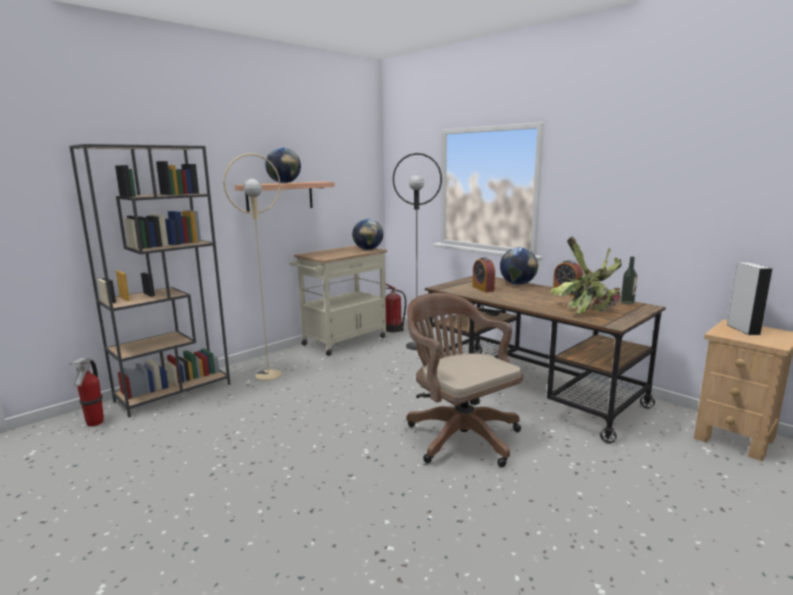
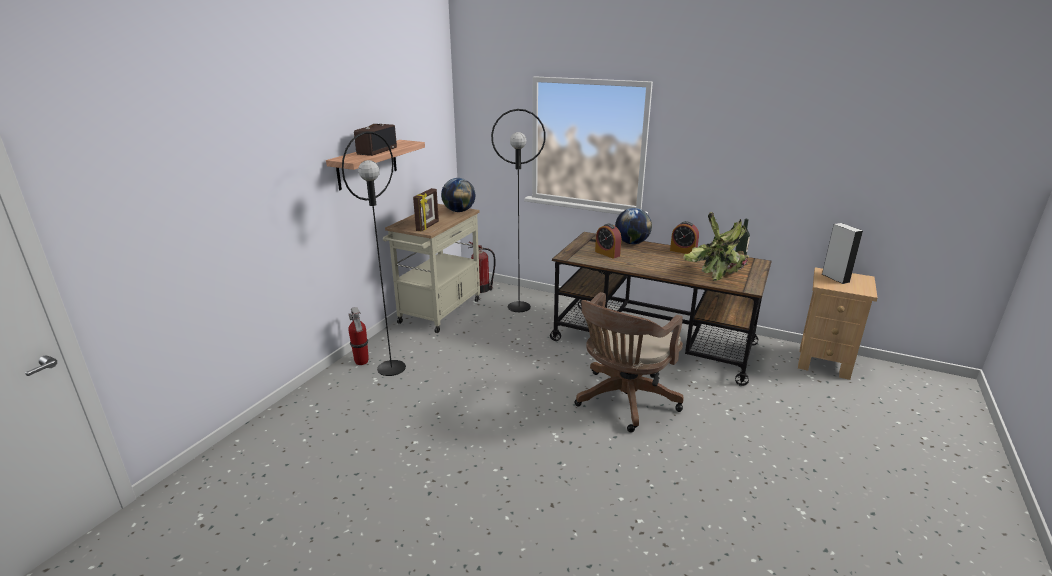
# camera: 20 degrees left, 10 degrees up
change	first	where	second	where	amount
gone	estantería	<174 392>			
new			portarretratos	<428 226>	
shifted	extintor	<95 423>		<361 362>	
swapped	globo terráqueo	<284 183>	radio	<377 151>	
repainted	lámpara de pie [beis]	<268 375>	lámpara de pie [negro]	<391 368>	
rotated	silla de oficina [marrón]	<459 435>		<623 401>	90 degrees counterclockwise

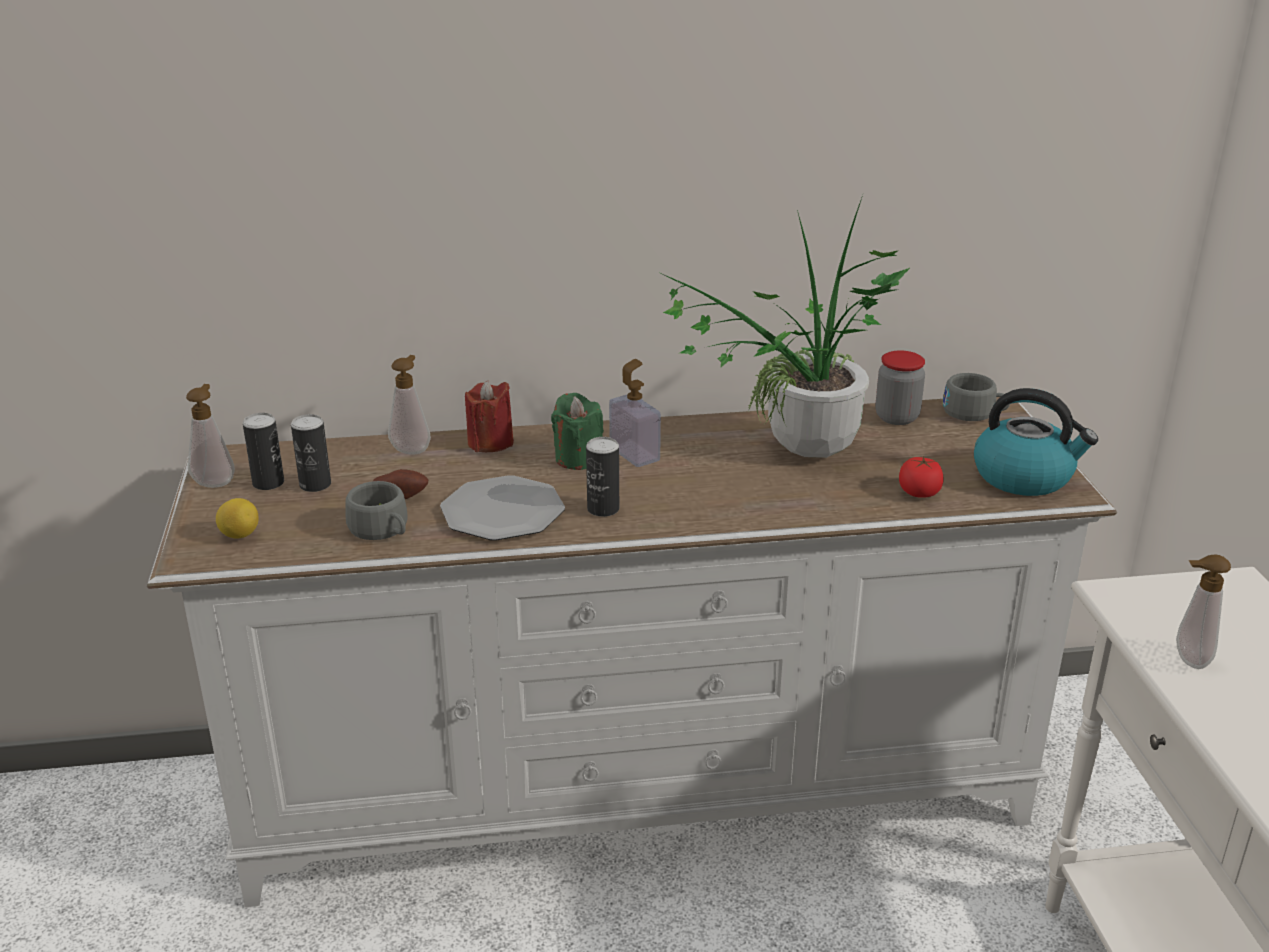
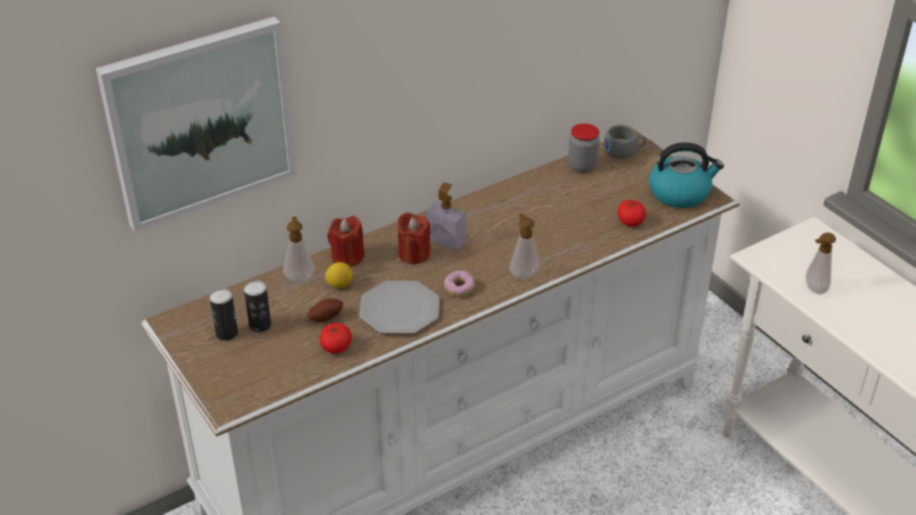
# camera: 25 degrees left, 10 degrees up
change	first	where	second	where	amount
gone	planta en maceta	<797 455>			
new			cuadro	<200 122>	
shifted	dispensador de jabón	<215 482>		<523 274>	
shifted	limón	<240 535>		<339 285>	
swapped	taza [gris]	<382 530>	tomate	<336 347>	
swapped	lata	<603 509>	rosquilla	<459 289>	
repainted	vela [verde]	<578 458>	vela [rojo]	<414 254>	

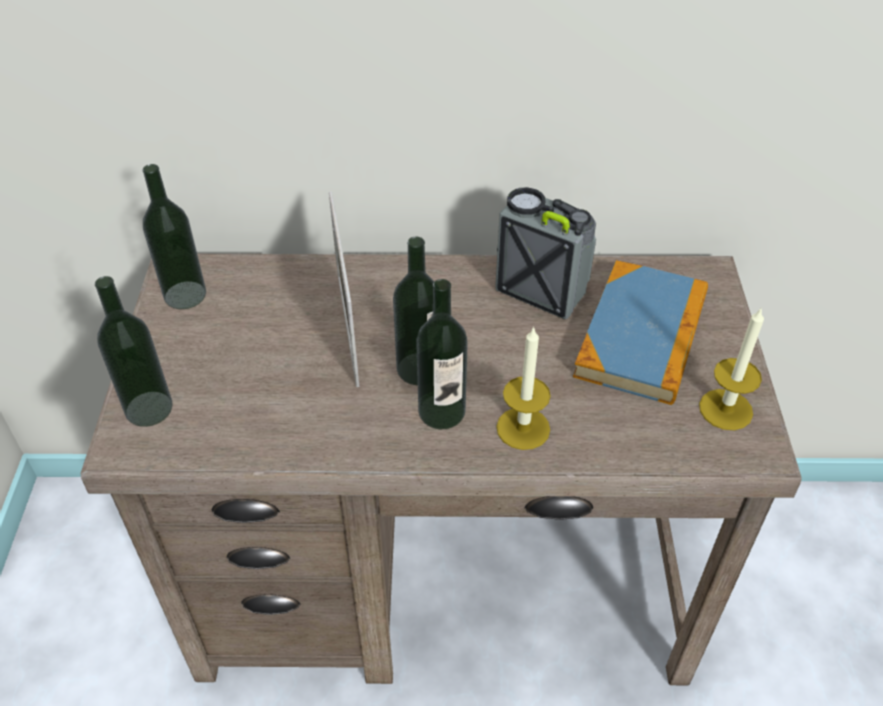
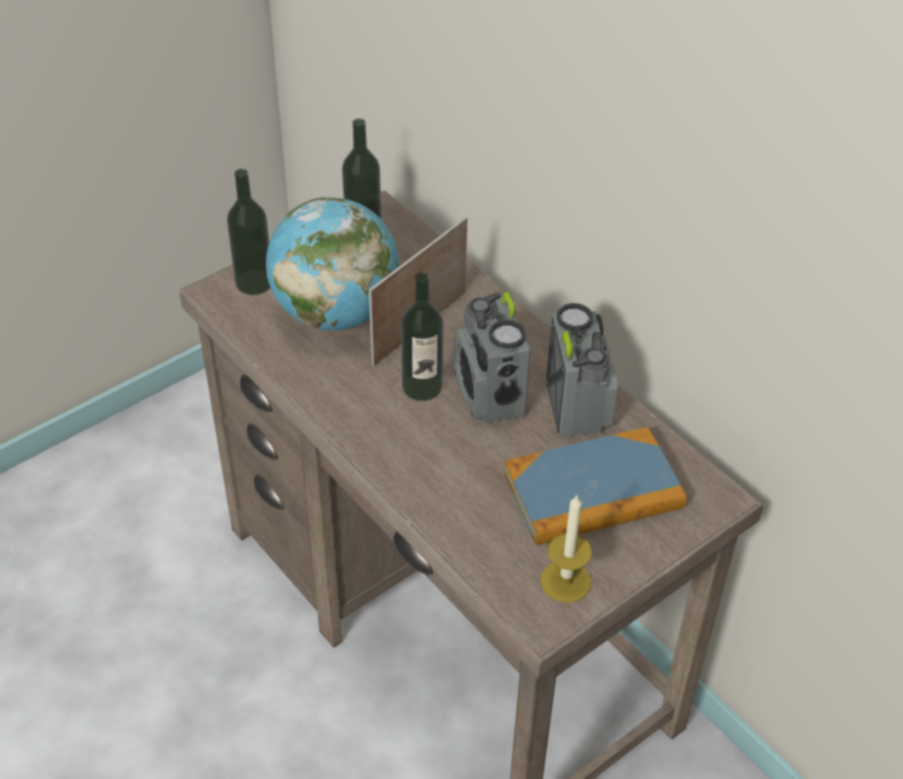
# camera: 50 degrees right, 0 degrees up
change	first	where	second	where	amount
gone	botella	<441 411>			
gone	vela	<523 428>			
new			globo terráqueo	<335 313>	
new			radio	<489 396>	

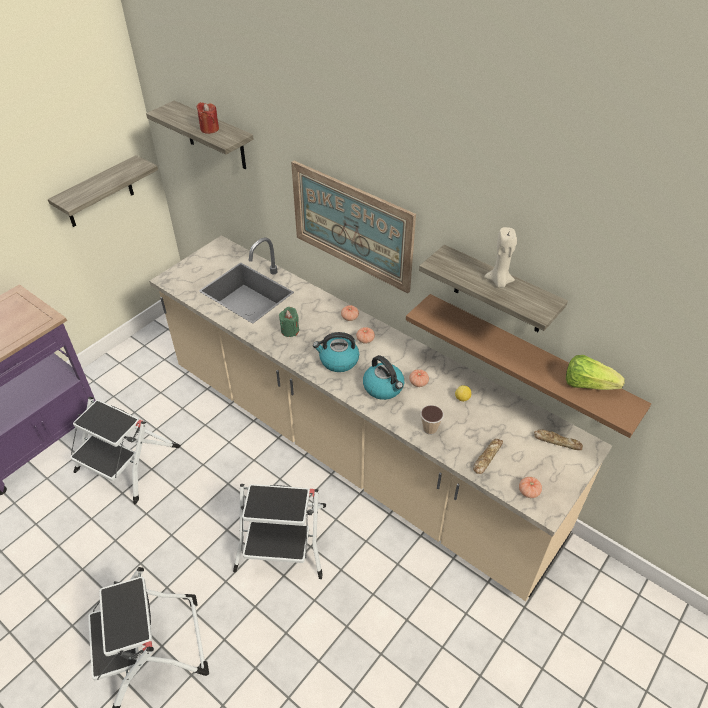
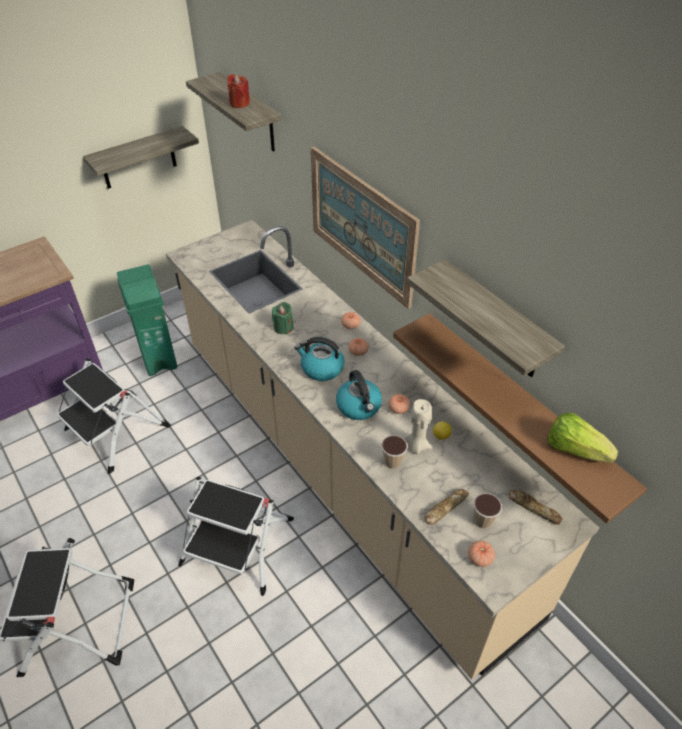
# camera: 15 degrees right, 0 degrees up
change	first	where	second	where	amount
new			papelera [verde]	<158 356>	
new			taza	<483 521>	
shifted	vela [beis]	<499 282>		<417 446>	

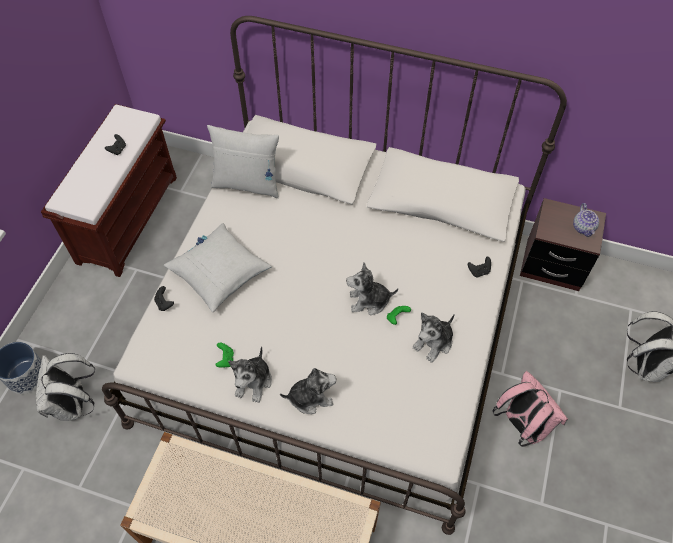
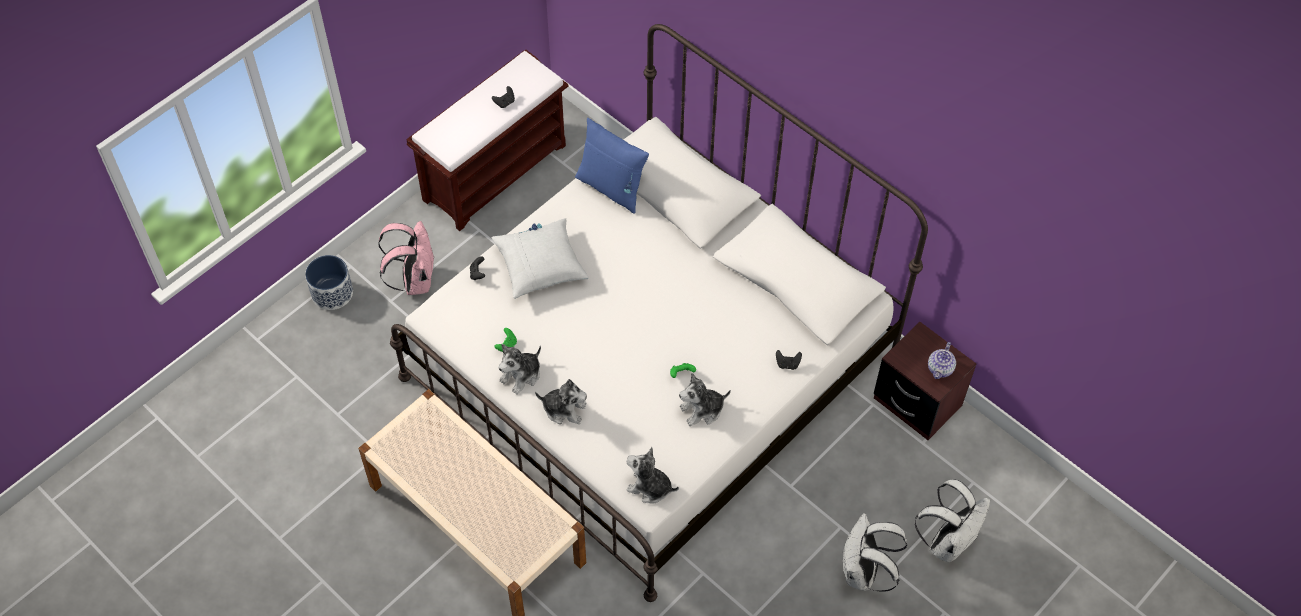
# camera: 25 degrees right, 0 degrees up
change	first	where	second	where	amount
shifted	mochila [blanco]	<74 404>		<863 573>	
shifted	peluche	<369 301>		<650 487>	
shifted	mochila [rosa]	<521 425>		<415 280>	
repainted	cojín [gris]	<247 185>	cojín [azul]	<611 188>	

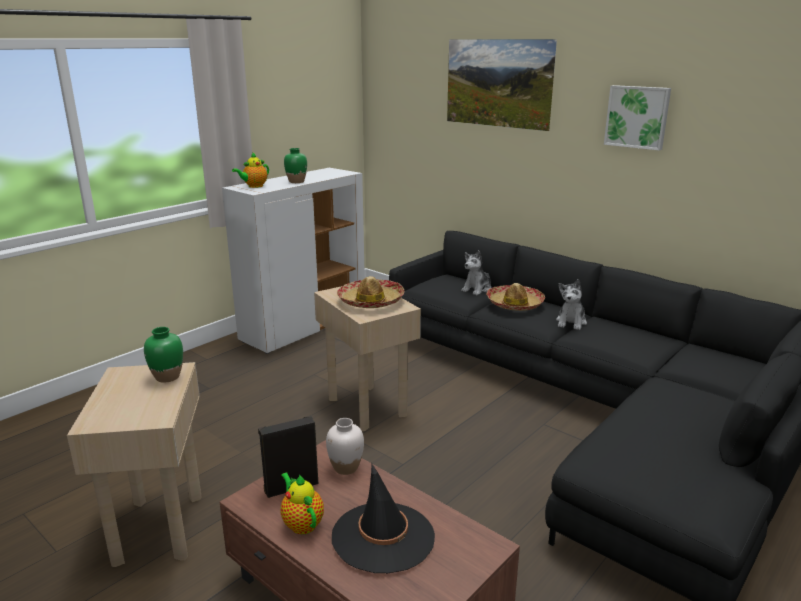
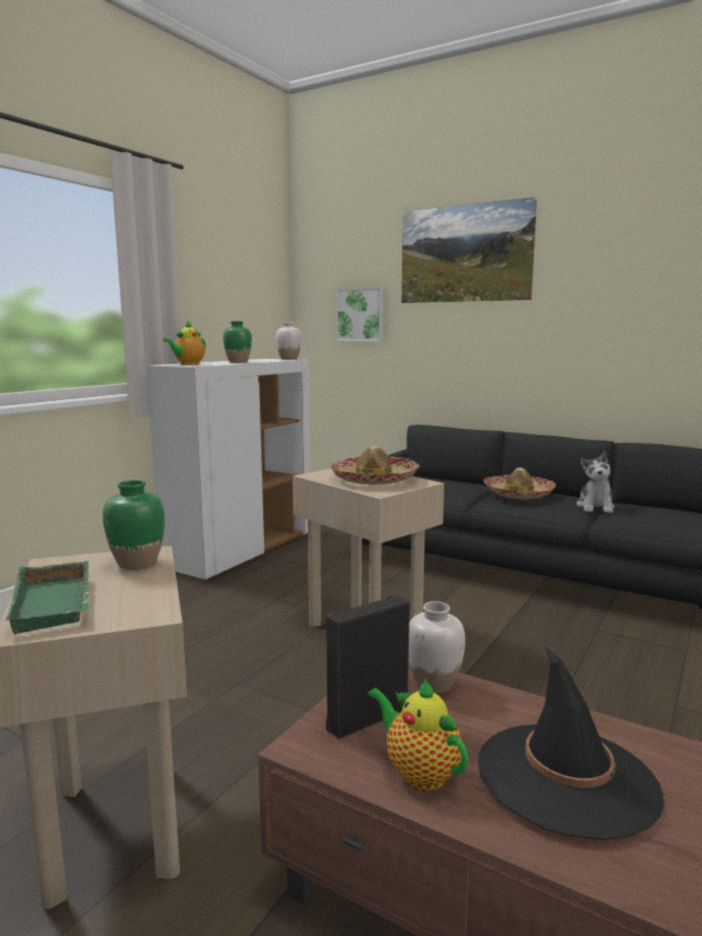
# camera: 10 degrees left, 10 degrees down
change	first	where	second	where	amount
gone	peluche	<477 289>			
new			bandeja [verde]	<57 604>	
new			florero [blanco]	<289 359>	
shifted	cuadro	<637 117>		<361 315>	

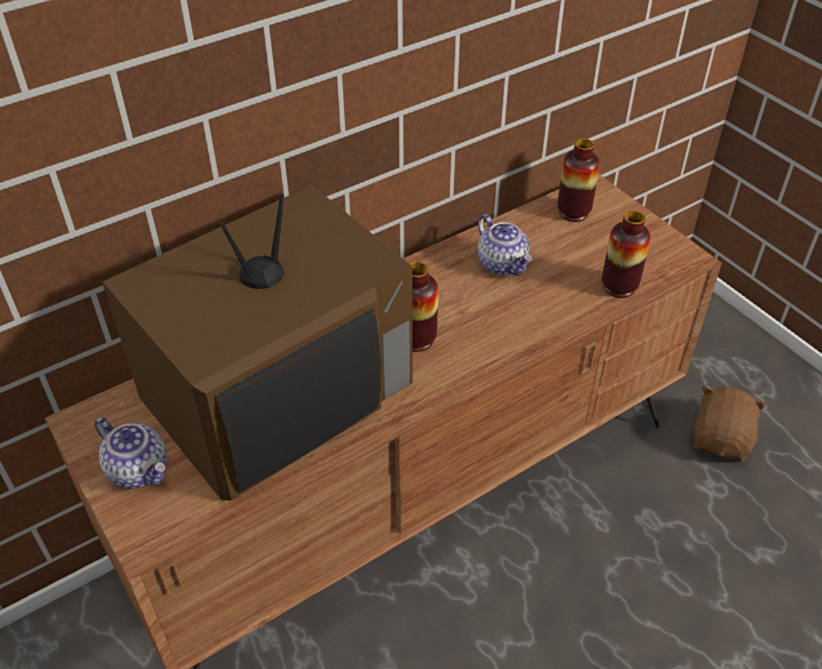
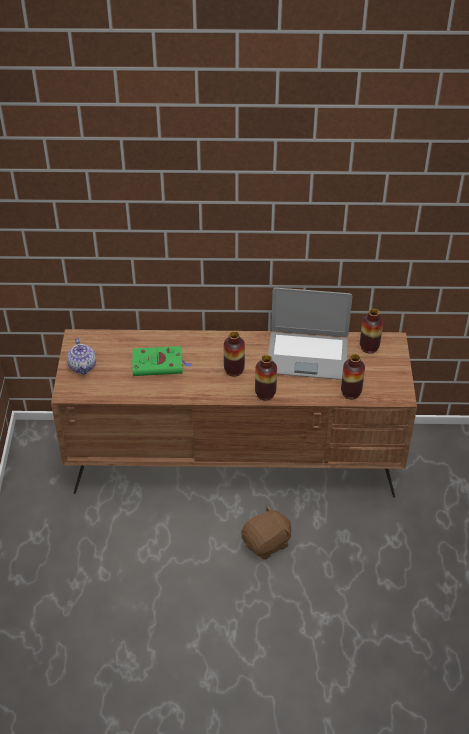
# camera: 35 degrees right, 0 degrees up
change	first	where	second	where	amount
new			florero	<265 394>	
shifted	peluche [marrón]	<721 440>		<267 543>	
swapped	televisor	<281 392>	libro [verde]	<159 364>	
swapped	tetera	<503 264>	portátil	<307 356>	

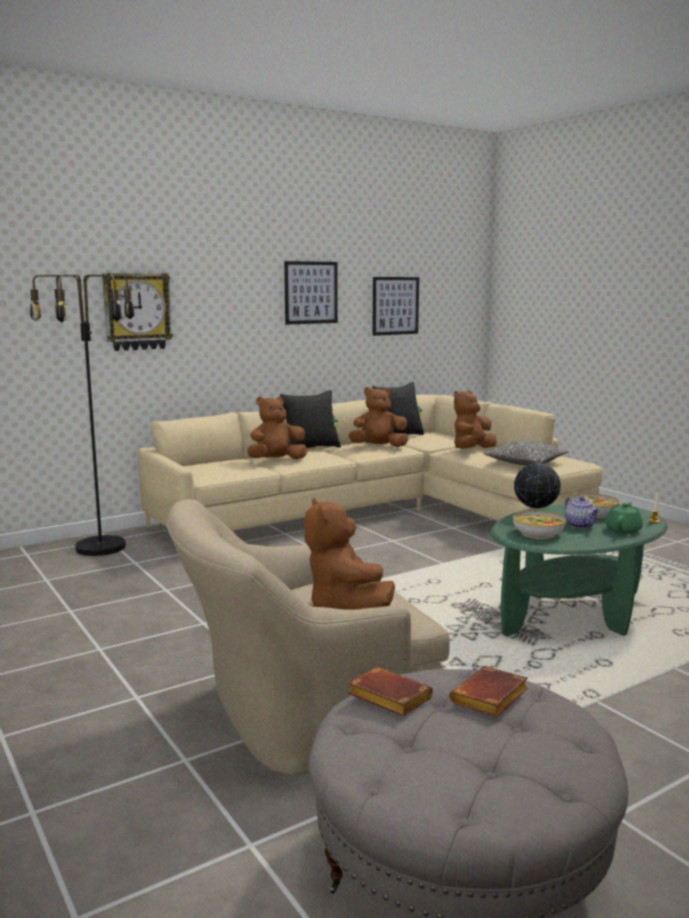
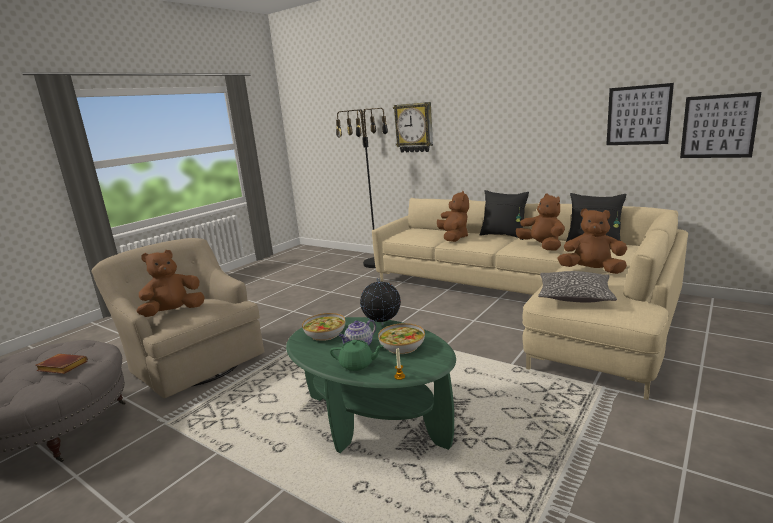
# camera: 70 degrees right, 5 degrees up
change	first	where	second	where	amount
gone	libro [marrón]	<386 698>			
shifted	cuadro	<311 292>		<718 126>	
rotated	peluche [marrón]	<276 460>		<454 238>	45 degrees clockwise

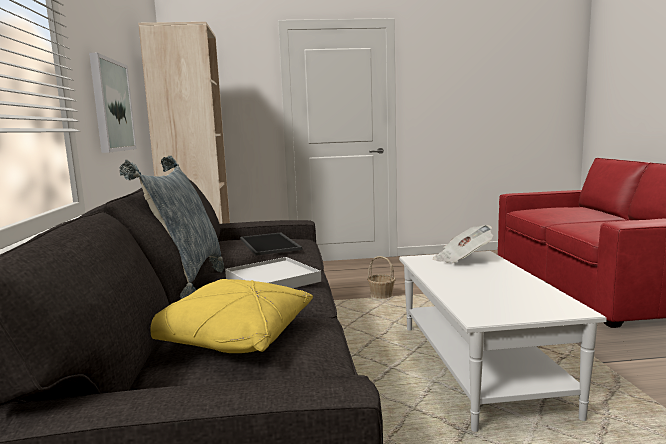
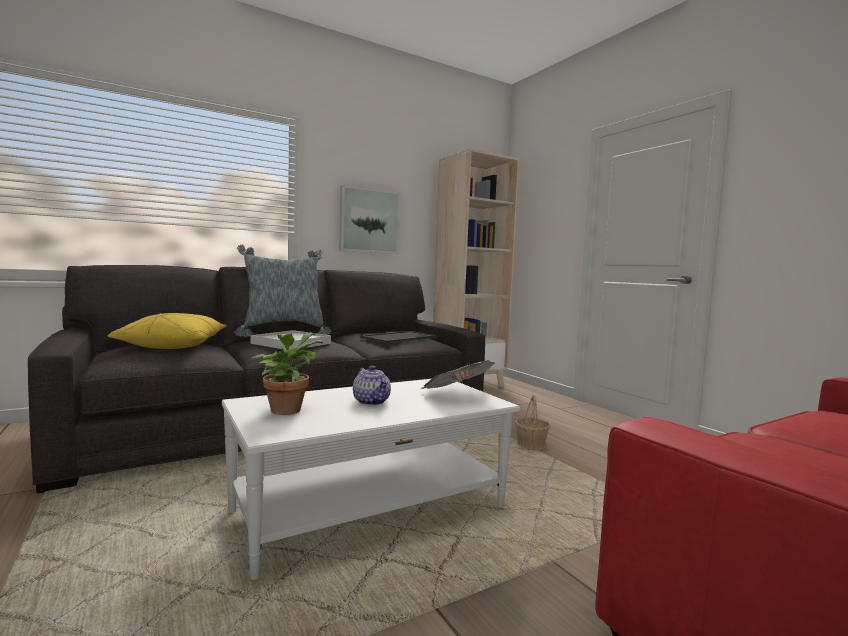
# camera: 65 degrees right, 5 degrees down
change	first	where	second	where	amount
new			planta en maceta	<287 409>	
new			tetera	<372 402>	

